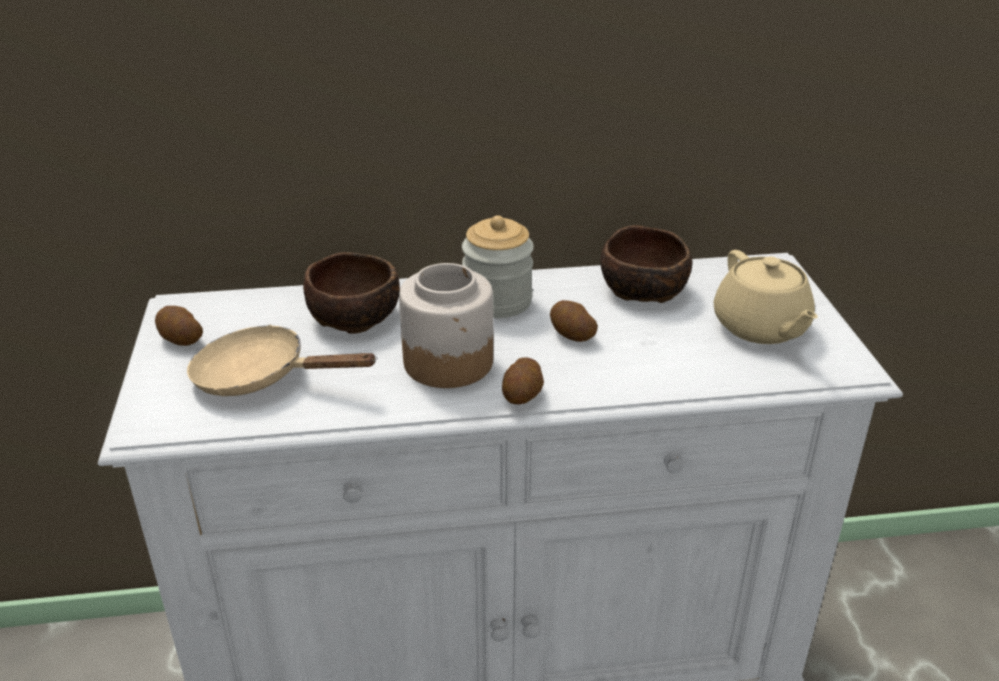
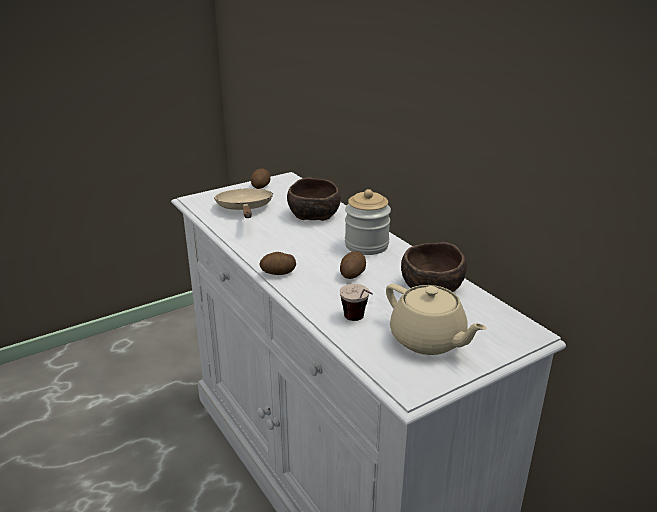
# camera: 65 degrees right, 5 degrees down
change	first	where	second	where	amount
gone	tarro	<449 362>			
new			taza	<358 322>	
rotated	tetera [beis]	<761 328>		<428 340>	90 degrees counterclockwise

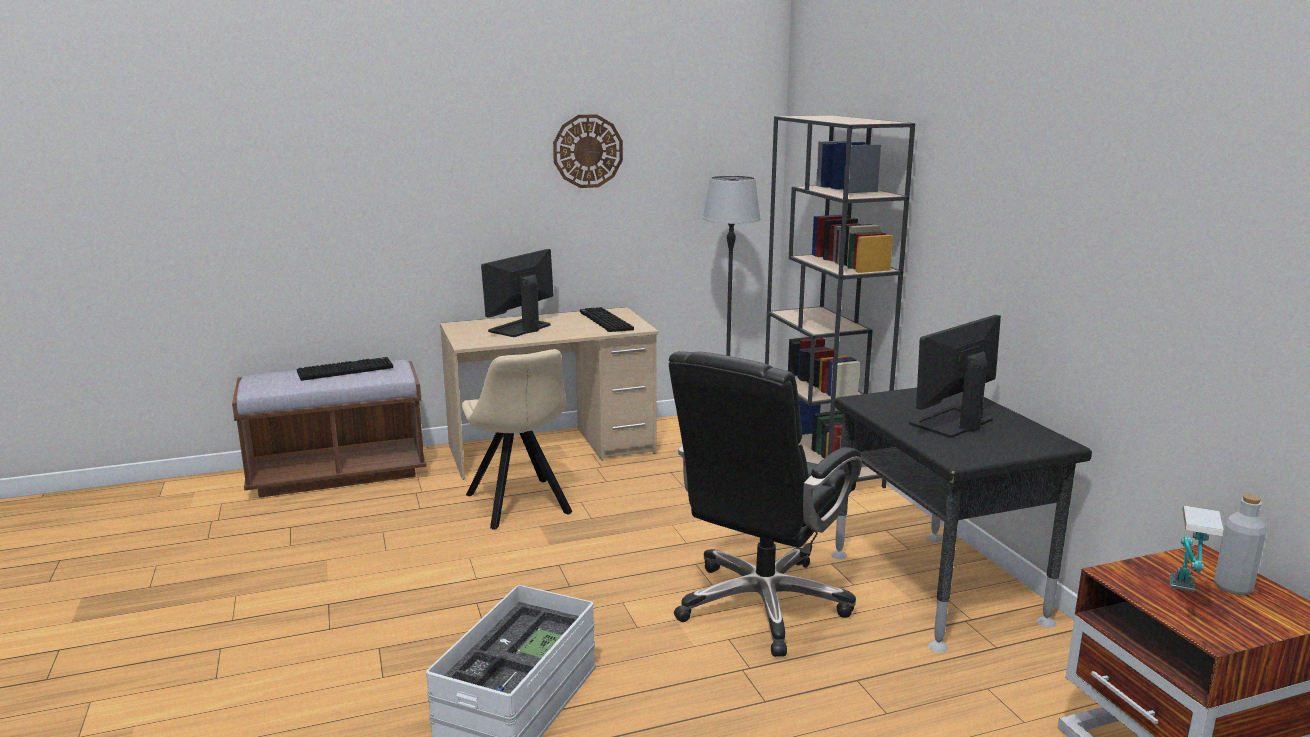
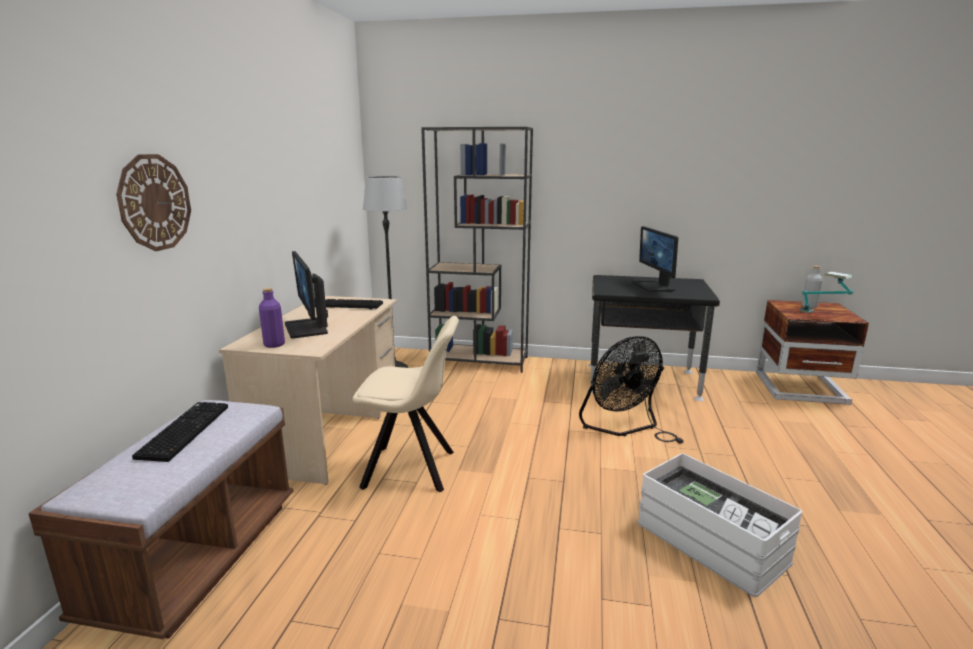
# camera: 60 degrees left, 0 degrees up
change	first	where	second	where	amount
new			botella [morado]	<274 344>	
shifted	reloj de pared	<588 151>		<154 202>	
swapped	silla de oficina [negro]	<762 604>	ventilador [negro]	<632 426>	

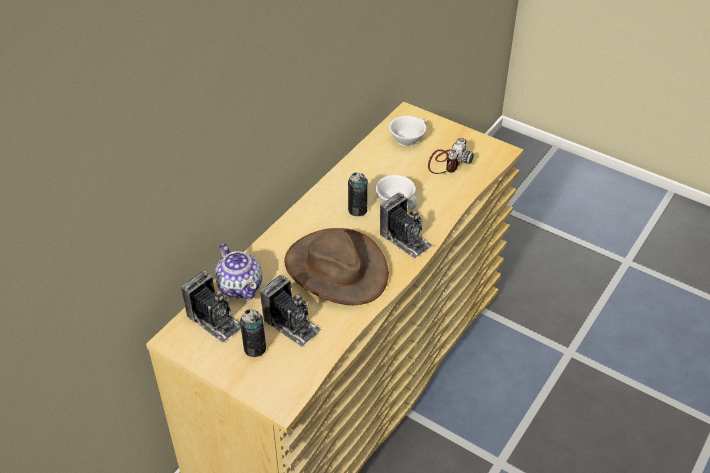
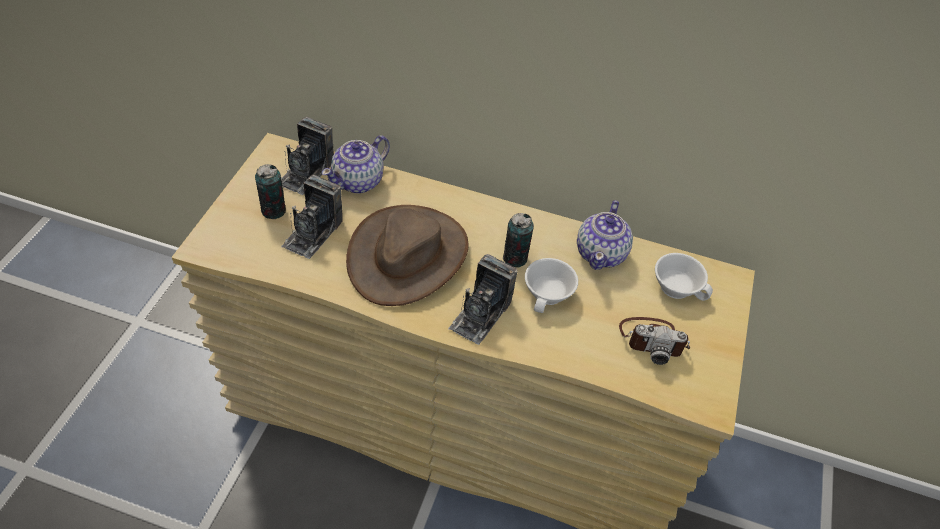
# camera: 70 degrees right, 5 degrees up
change	first	where	second	where	amount
new			tetera	<601 253>	

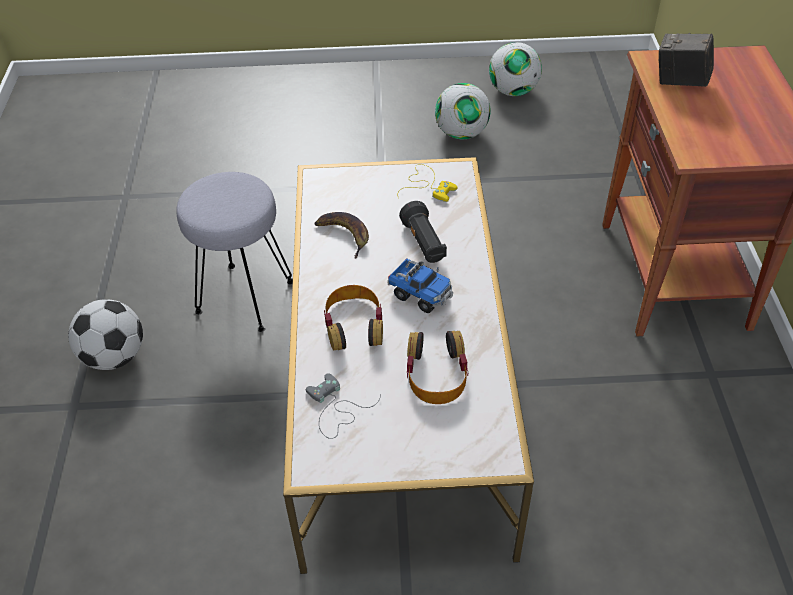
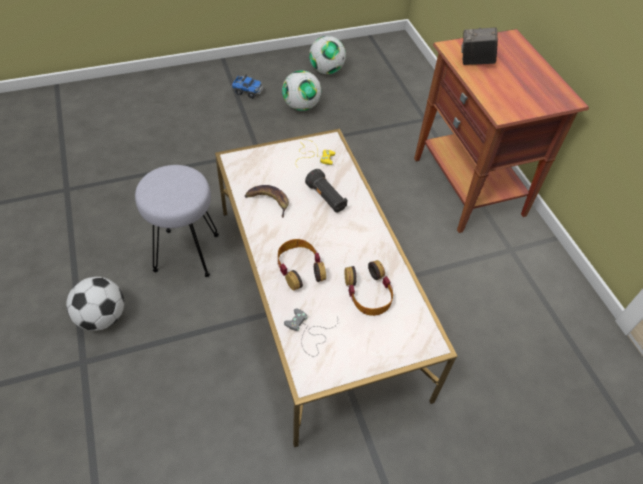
# camera: 20 degrees left, 5 degrees up
change	first	where	second	where	amount
shifted	camión de juguete	<421 295>		<247 92>	

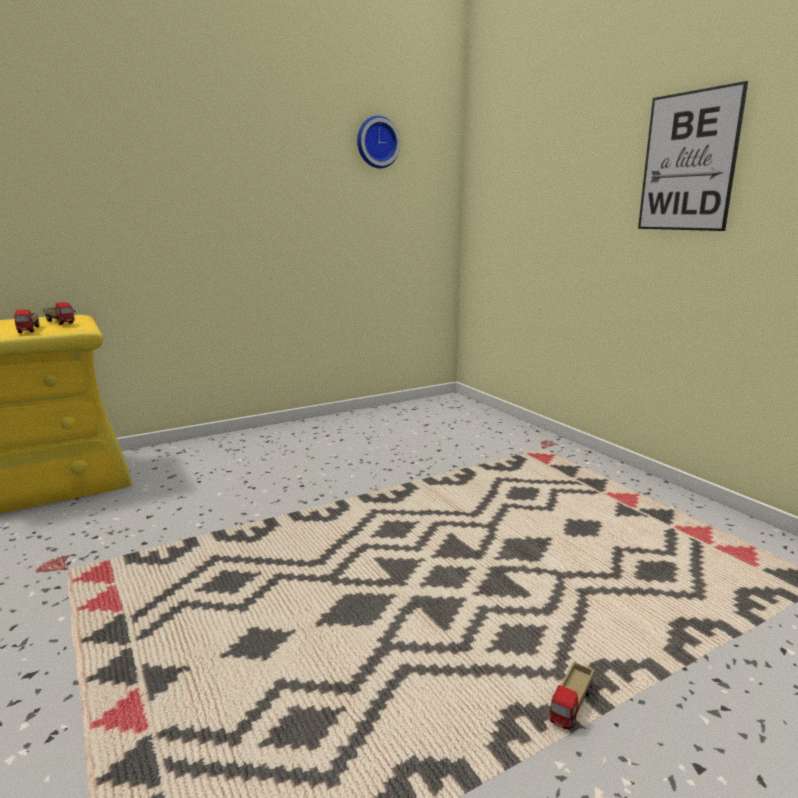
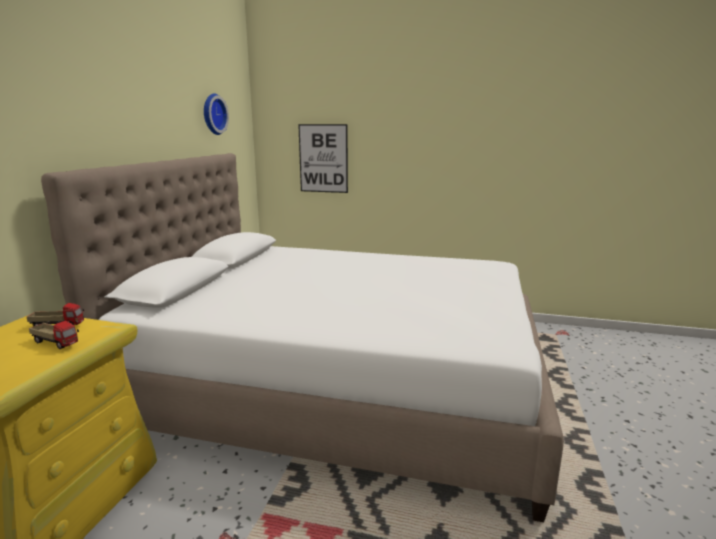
# camera: 45 degrees left, 0 degrees up
change	first	where	second	where	amount
gone	camión de juguete	<571 706>			
new			cama [blanco]	<338 387>	
shifted	cuadro	<688 162>		<323 158>	

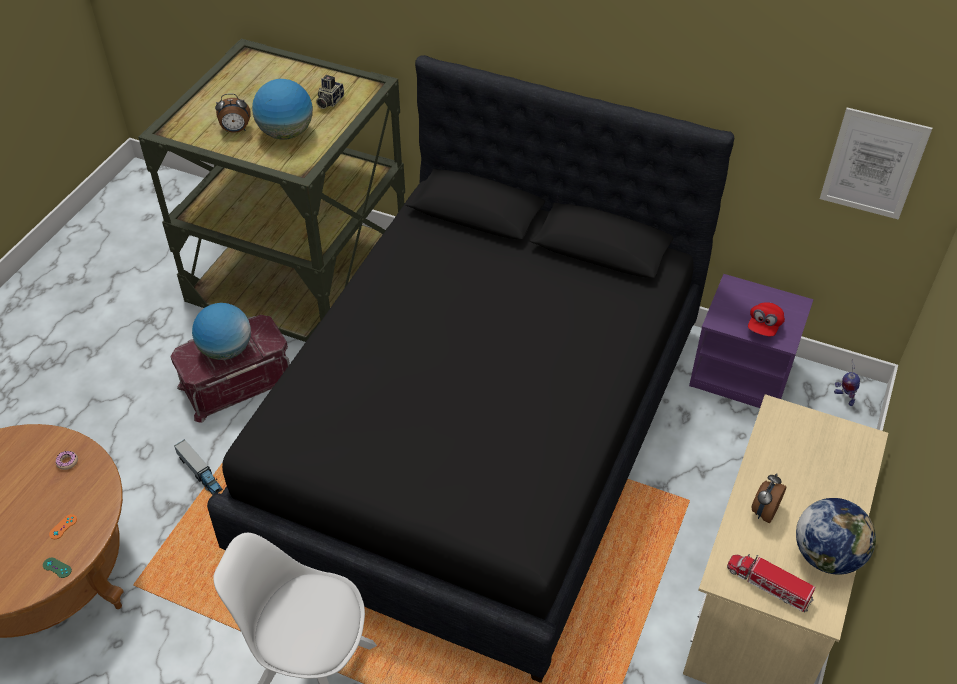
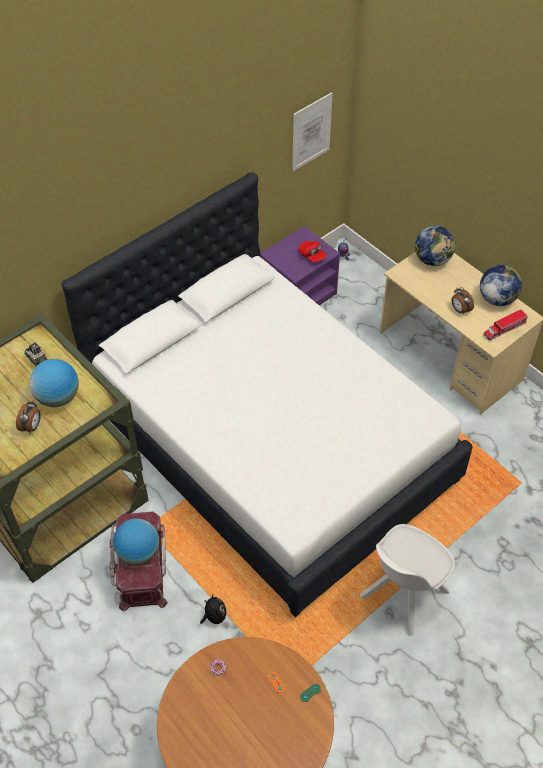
# camera: 65 degrees left, 5 degrees up
change	first	where	second	where	amount
new			globo terráqueo	<432 260>	
swapped	camión de juguete	<200 473>	peluche	<214 616>	
repainted	cama [negro]	<479 433>	cama [blanco]	<270 441>	

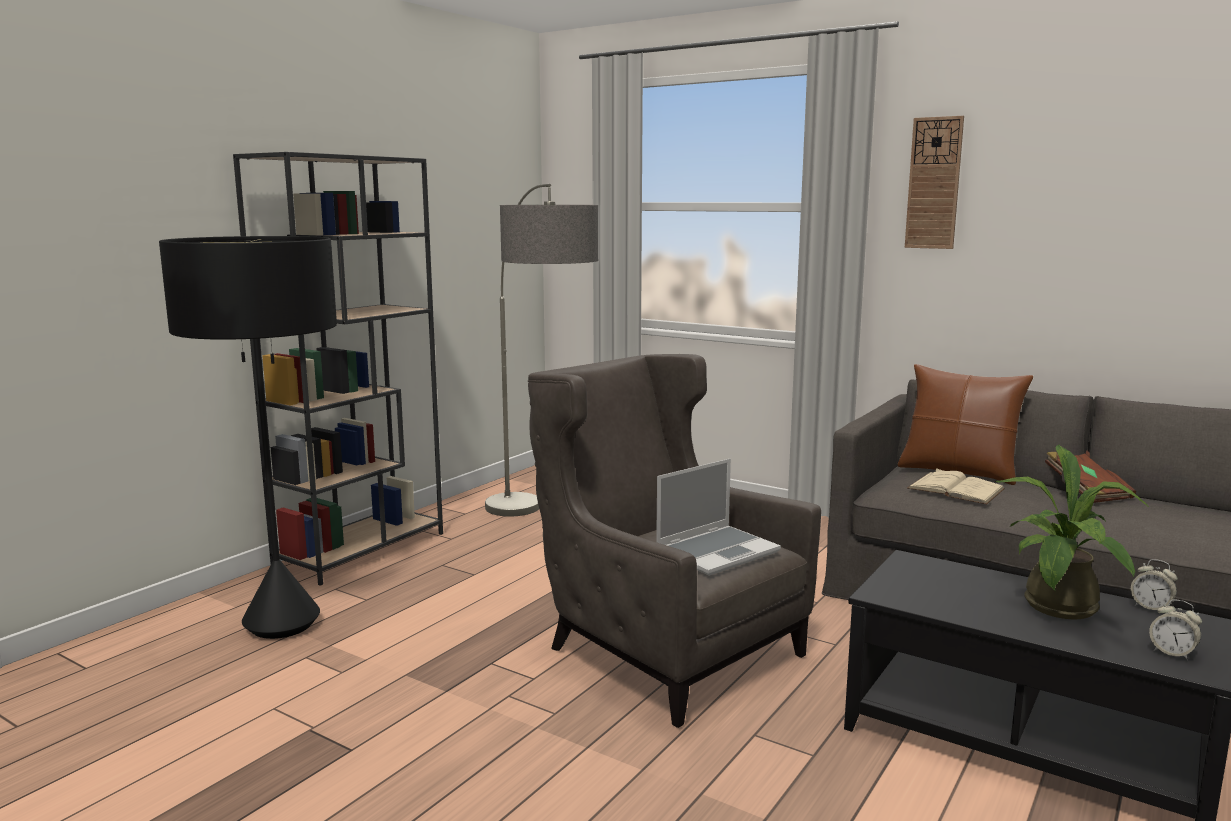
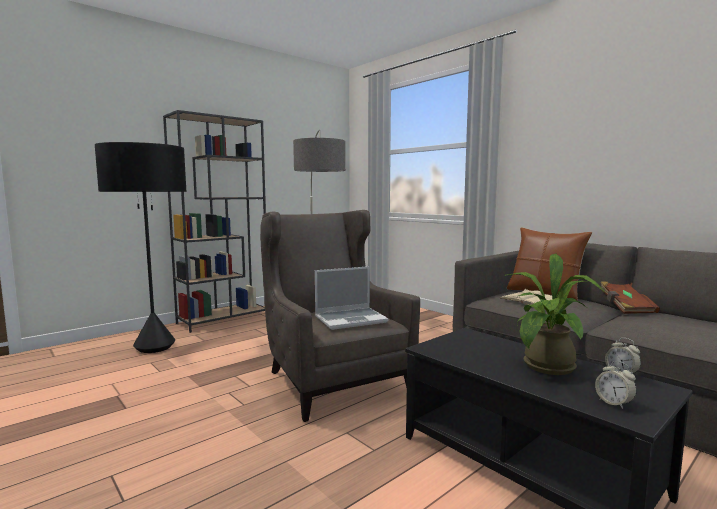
# camera: 15 degrees right, 5 degrees down
change	first	where	second	where	amount
gone	reloj de pared	<934 183>			

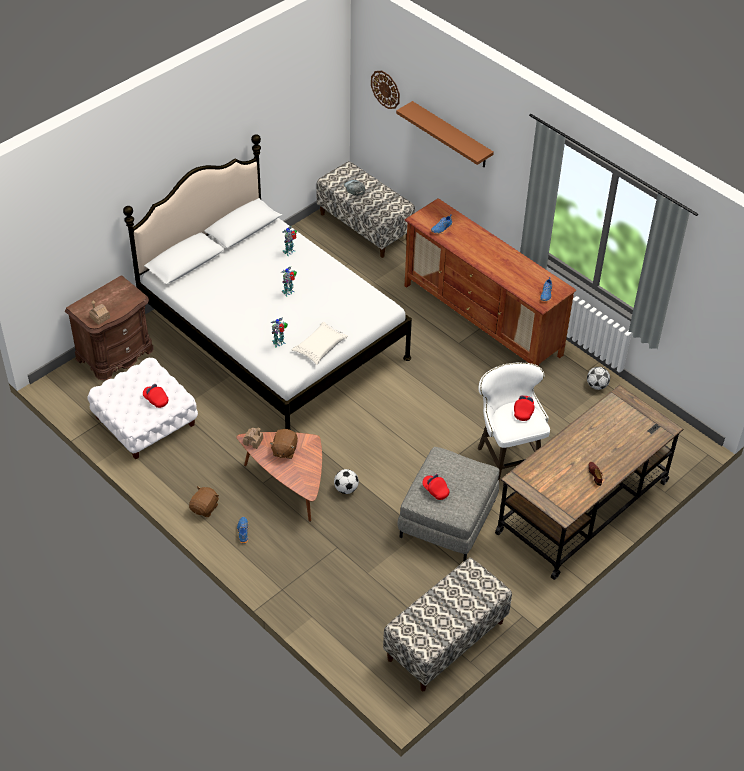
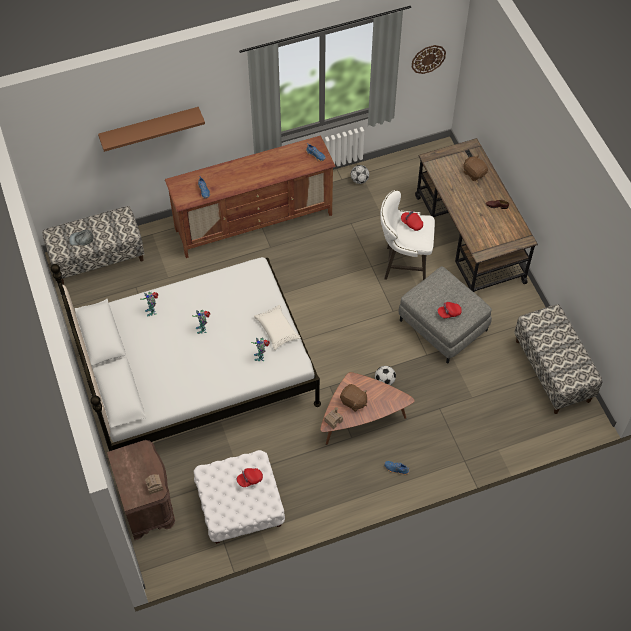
# camera: 65 degrees left, 10 degrees up
change	first	where	second	where	amount
shifted	peluche [marrón]	<205 508>		<474 173>	
shifted	reloj de pared	<385 89>		<428 59>	

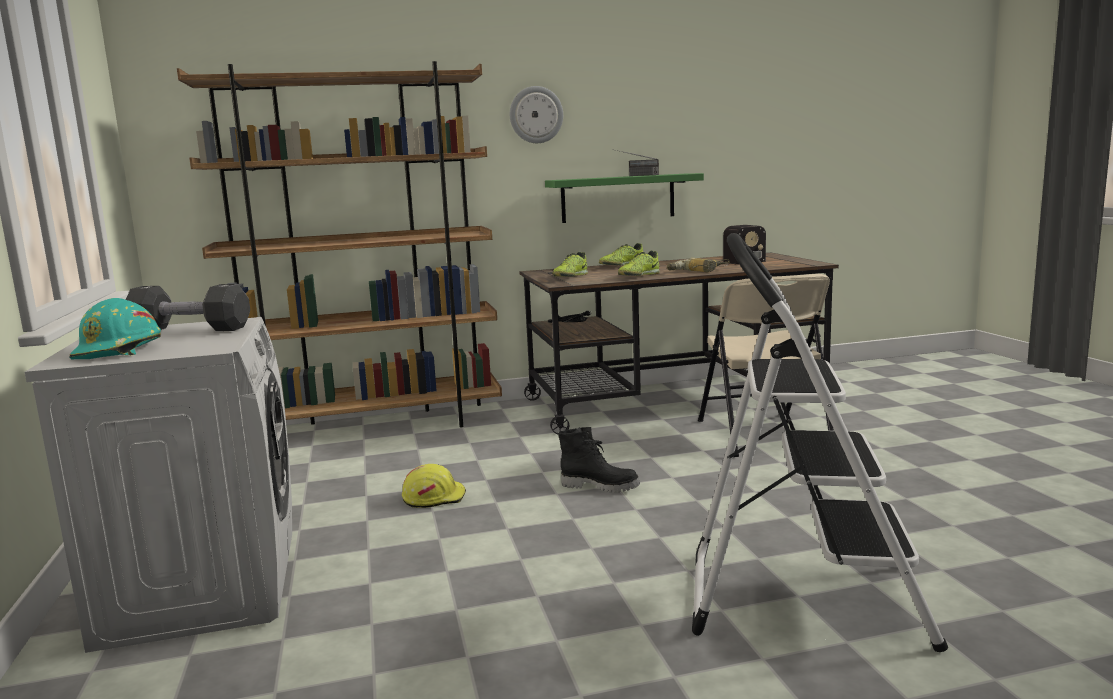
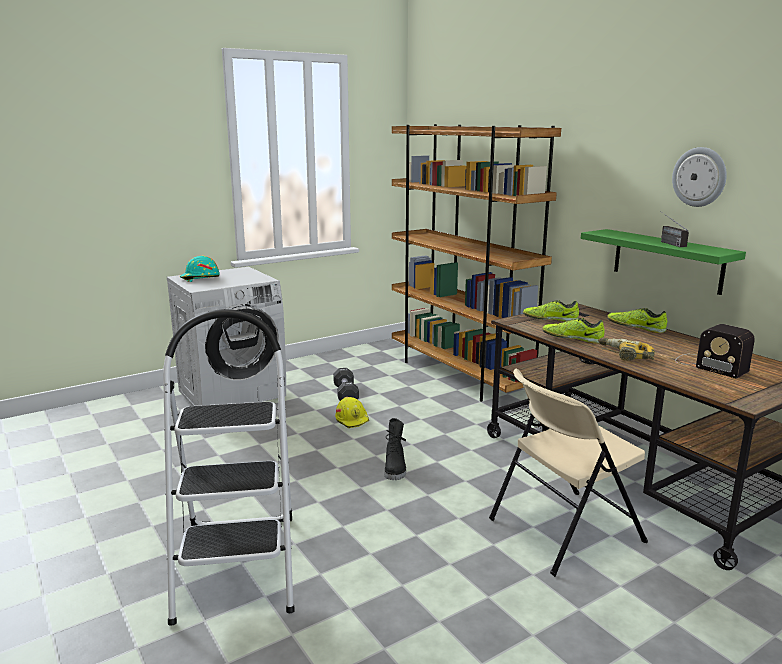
# camera: 70 degrees right, 5 degrees up
change	first	where	second	where	amount
shifted	mancuerna [negro]	<190 329>		<346 394>	
shifted	reloj de pared	<536 115>		<699 177>	

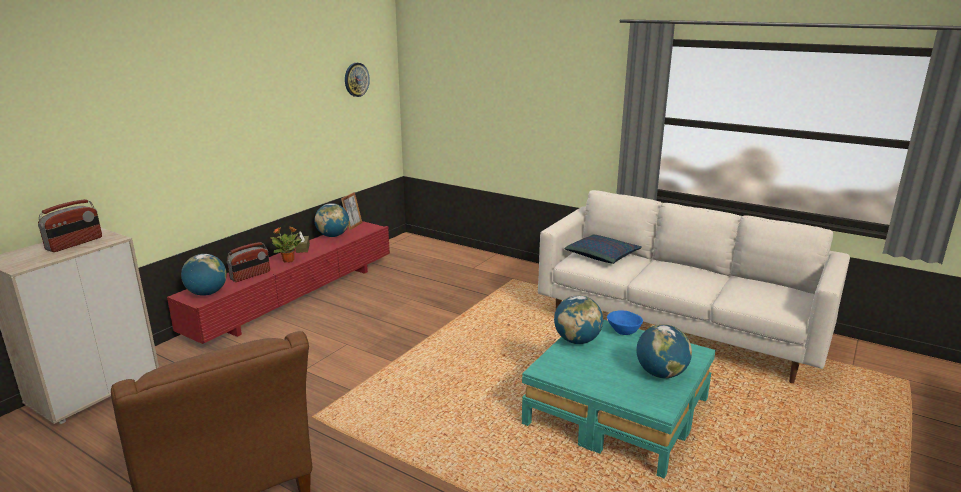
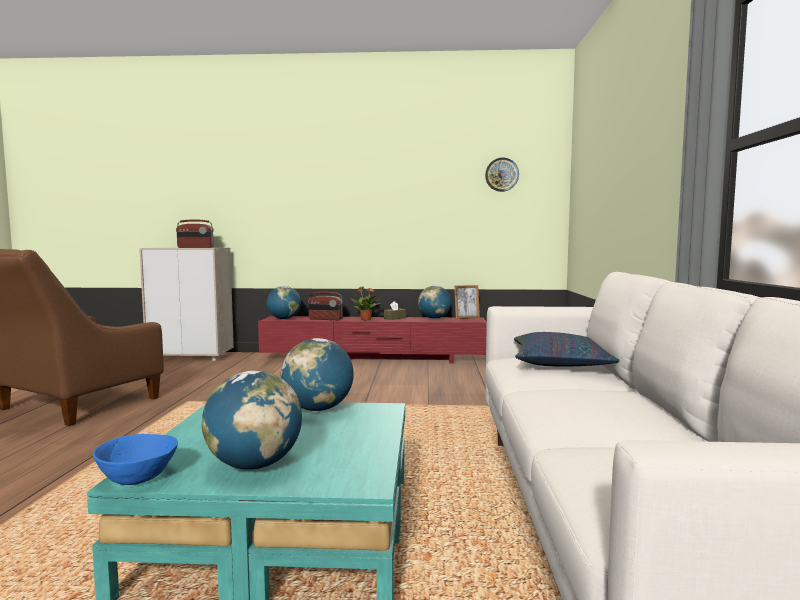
# camera: 60 degrees right, 15 degrees down
change	first	where	second	where	amount
shifted	cuenco [azul]	<624 331>		<138 478>	

